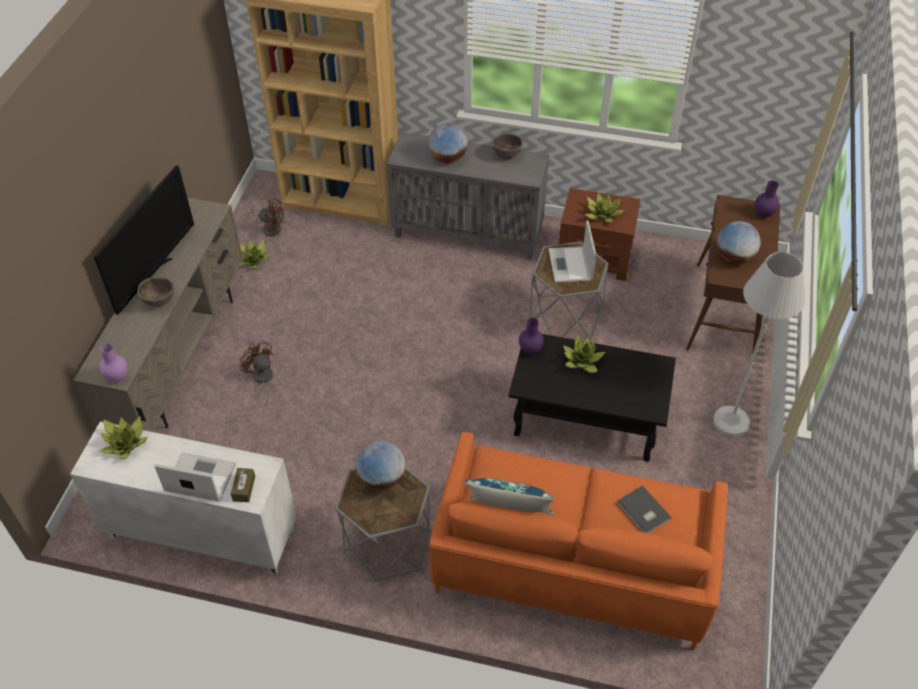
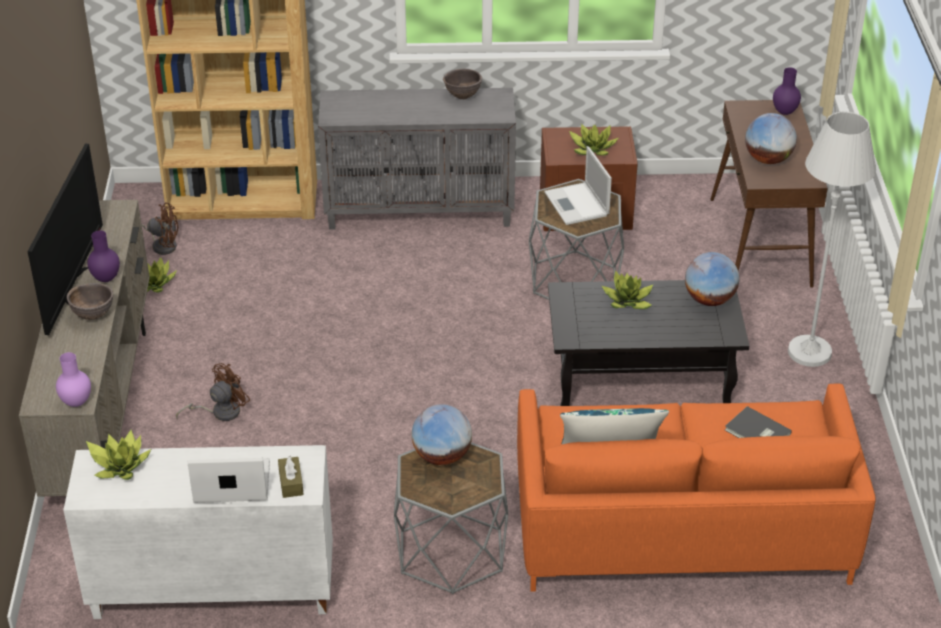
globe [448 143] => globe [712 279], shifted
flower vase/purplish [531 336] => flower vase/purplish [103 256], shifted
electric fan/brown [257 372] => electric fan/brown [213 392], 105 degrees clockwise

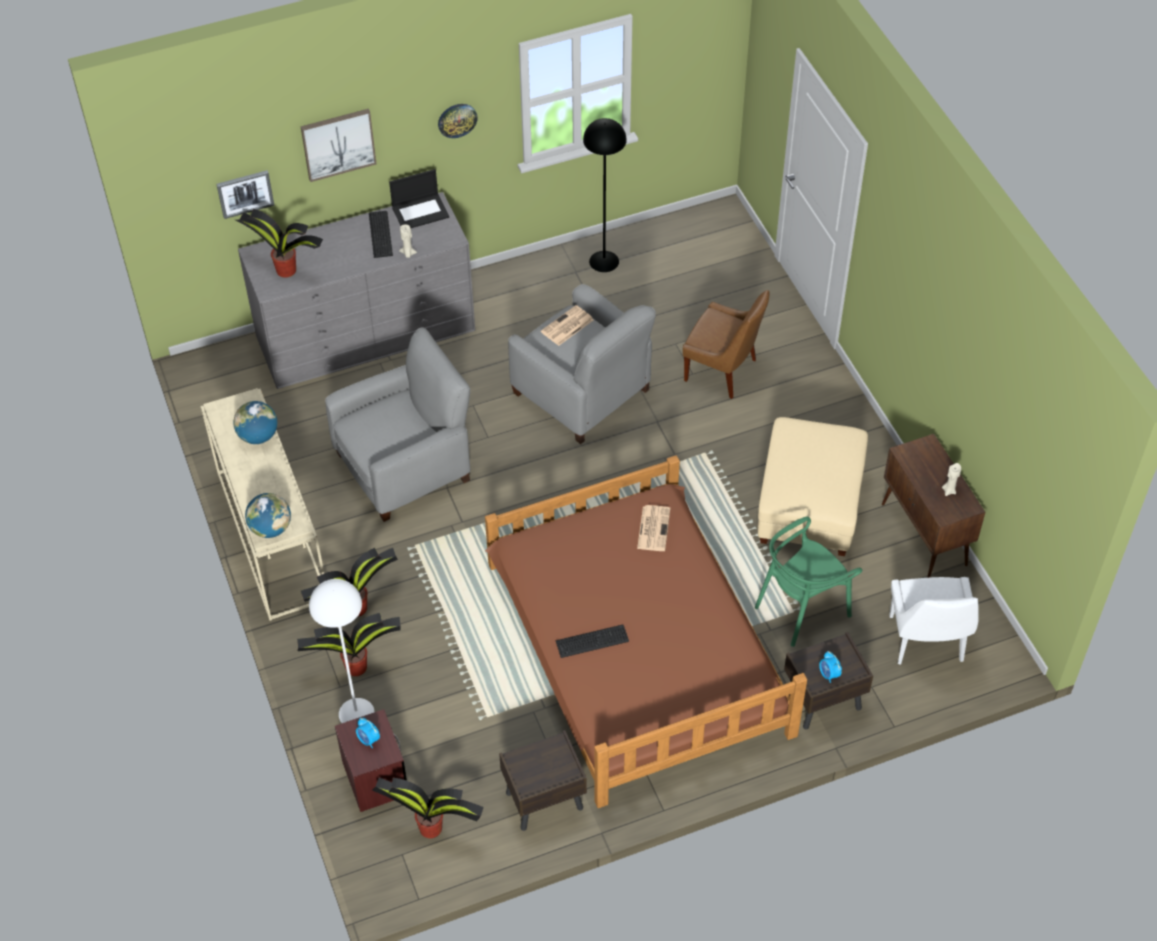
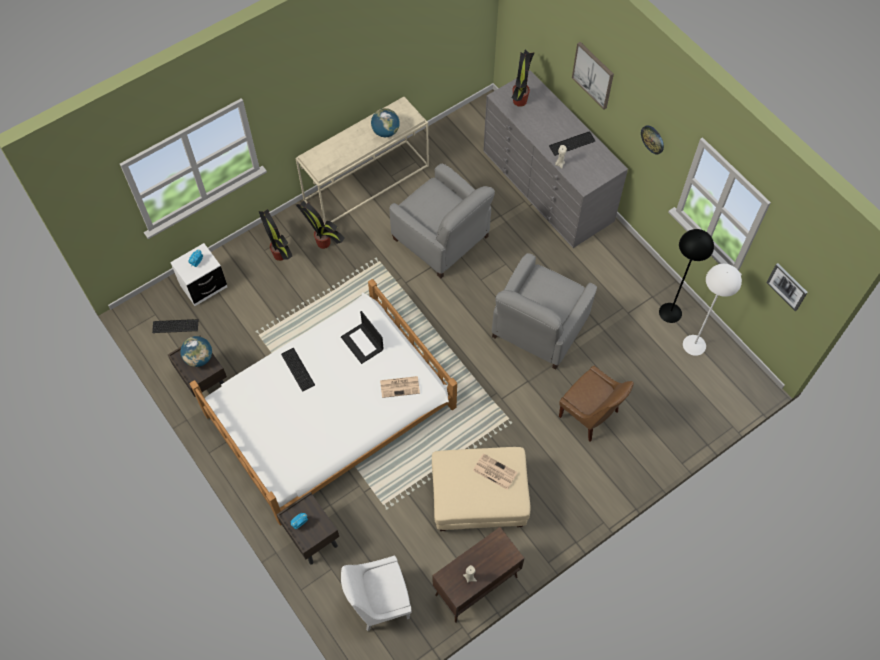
upright chair/green [808 582] => nothing
wall picture [245 194] => wall picture [787 287], shifted
globe [268 515] => globe [196 351], shifted
standing lamp/white-coloured [342 651] => standing lamp/white-coloured [712 310], shifted
laptop [419 198] => laptop [362 337], shifted
newspaper [567 325] => newspaper [495 471], shifted
plant in a pot [428 807] => computer keyboard [175 326]
bedside table/brown [371 760] => bedside table/white-coloured [198 274]
bed/brown [646 631] => bed/white-coloured [323 402]
upright chair/brown [726 344] => upright chair/brown [596 404], 60 degrees counterclockwise

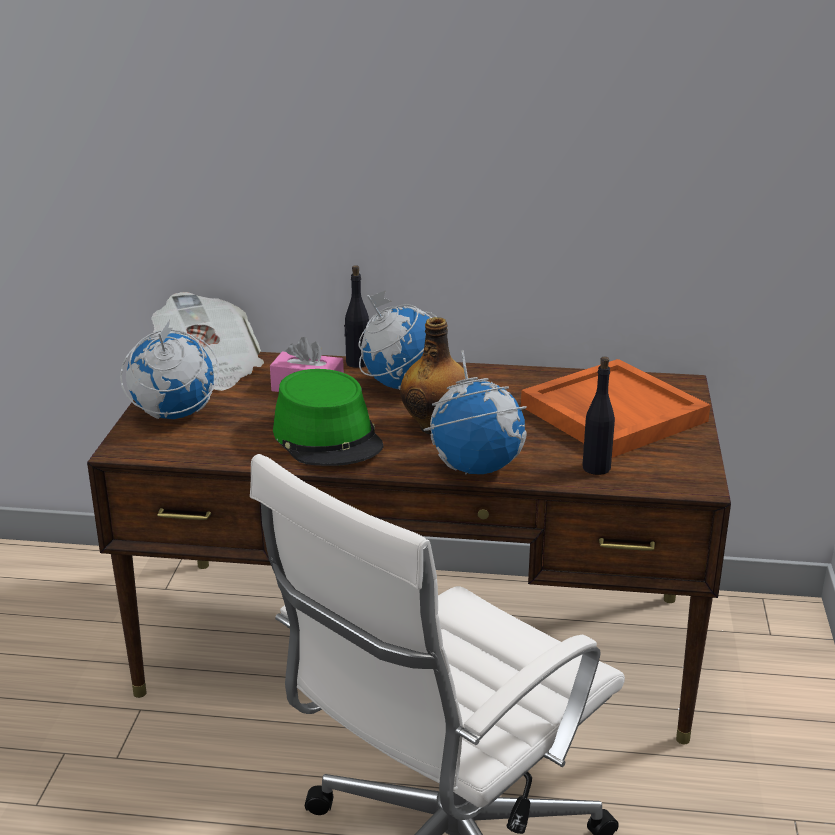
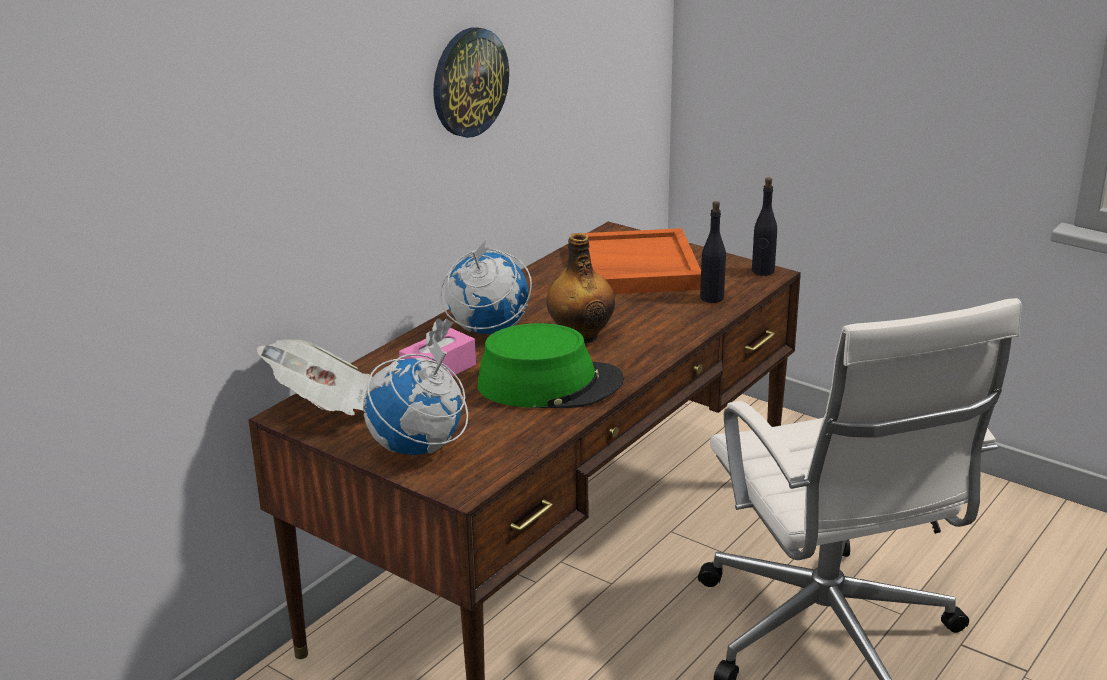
globe [475 412] => nothing
nothing => hanging clock [471 83]
drink bottle/black-coloured [356 316] => drink bottle/black-coloured [764 227], shifted

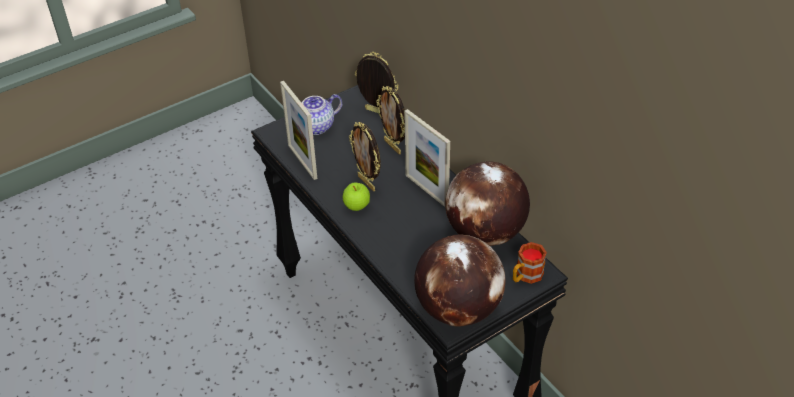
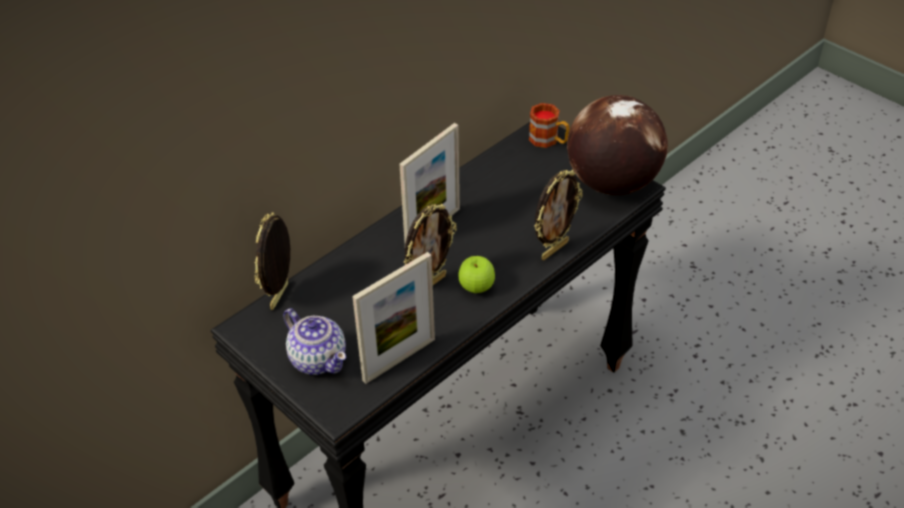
globe [487 203] => nothing
picture frame [390 120] => picture frame [558 215], shifted

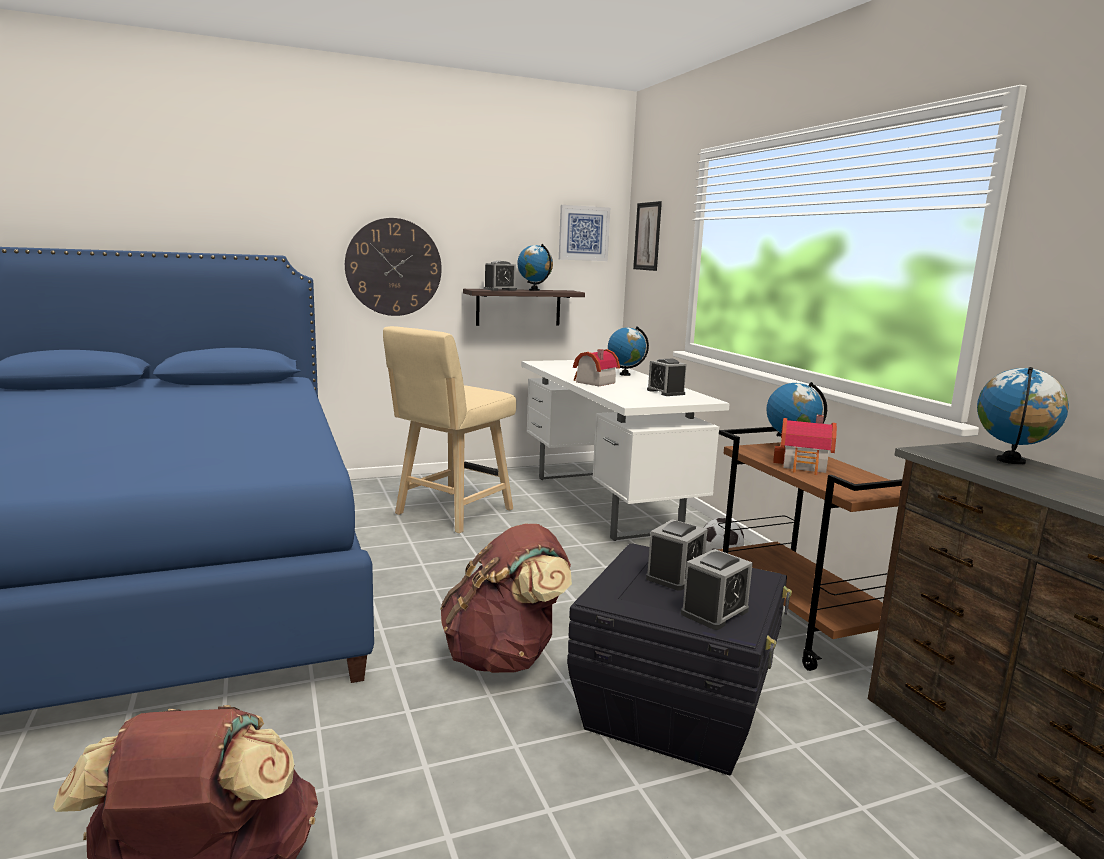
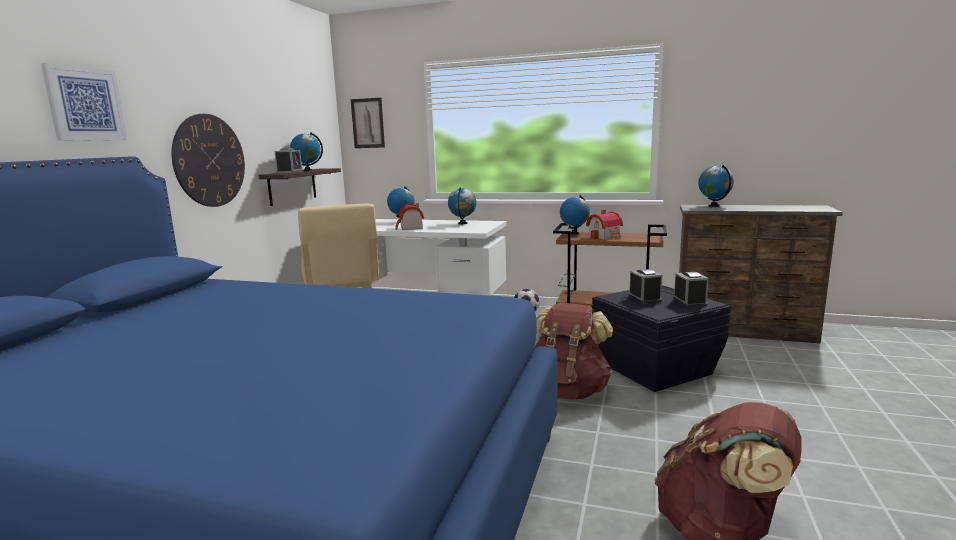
wall picture [584 233] => wall picture [84 102], shifted
table clock [667 377] => globe [462 206]

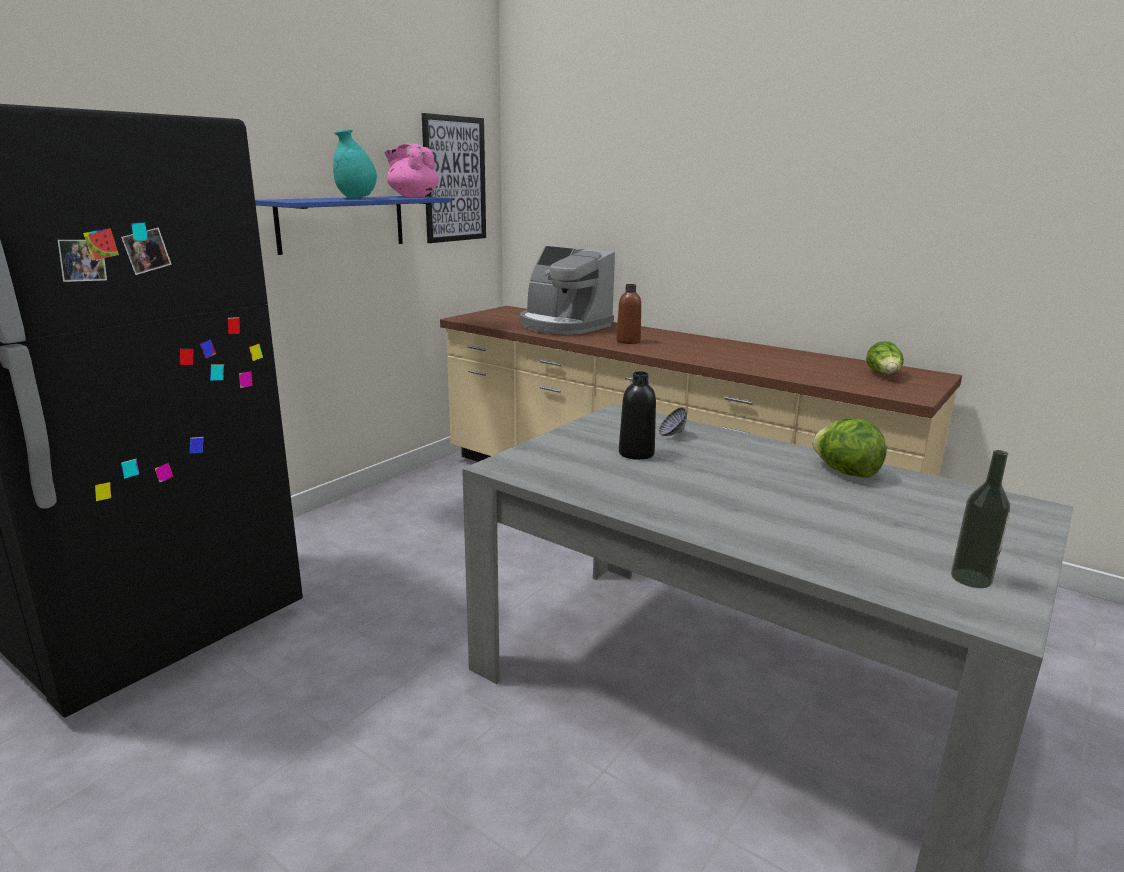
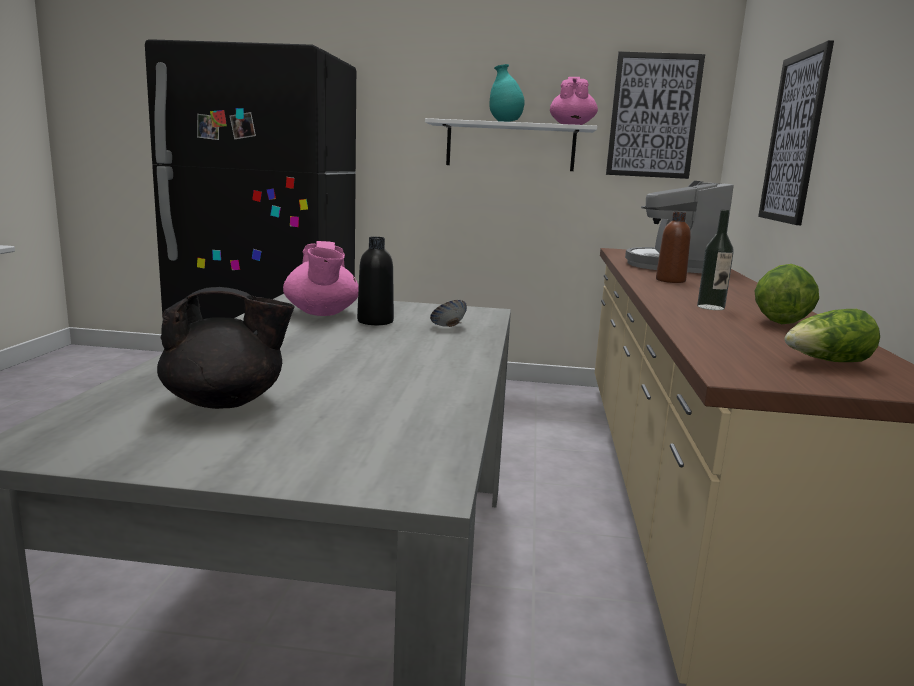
nothing => pot for tea/black-coloured [226 348]
nothing => pot for tea/pink-coloured [321 278]
nothing => wall picture [796 132]
lettuce head [849 448] => lettuce head [787 294], shifted
drink bottle [980 519] => drink bottle [715 260], shifted
wall shelf/bluish [353 225] => wall shelf/white-coloured [511 144]

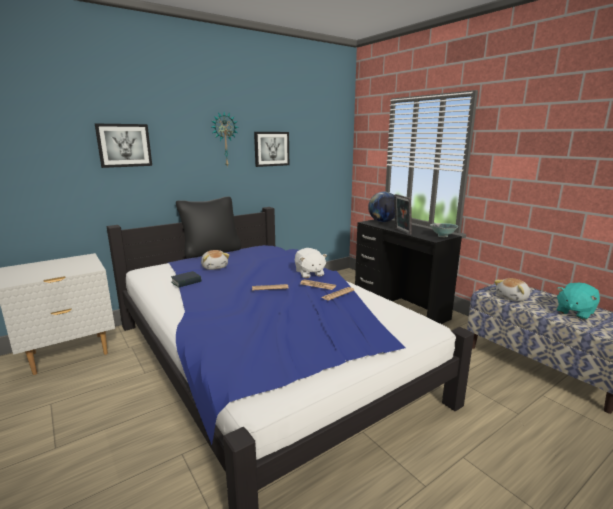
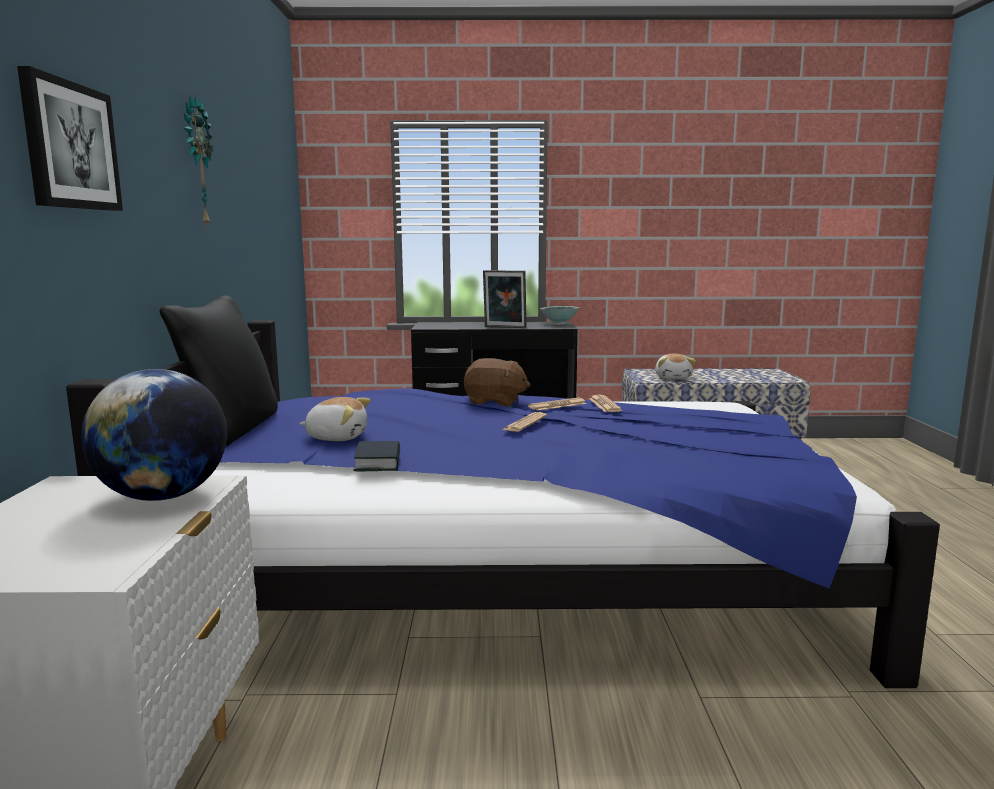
wall picture [271 149] => nothing
soft toy/blue-green [578 301] => nothing
globe [381 207] => globe [154 435], shifted
soft toy/white-coloured [311 263] => soft toy/brown [497 382]

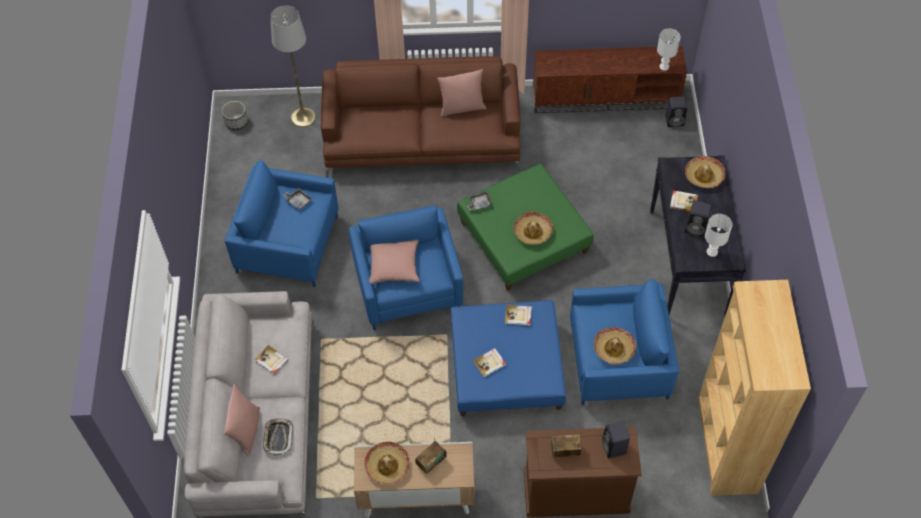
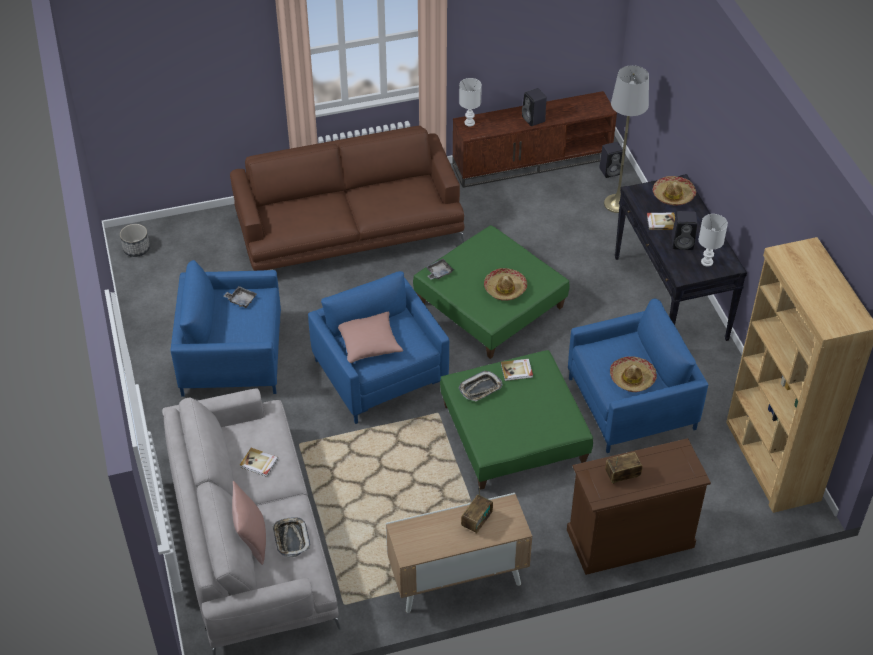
hat [387 463] => nothing
pillow/pink-coloured [461 92] => nothing
bound book [489 362] => nothing
nothing => tray [480 386]
standing lamp/grey [293 66] => standing lamp/grey [626 139], shifted
speaker/black-coloured [616 439] => speaker/black-coloured [534 107], shifted
tabletop lamp/white-coloured [669 50] => tabletop lamp/white-coloured [470 102], shifted
pouffe/bluish [508 358] => pouffe/green [516 420]

